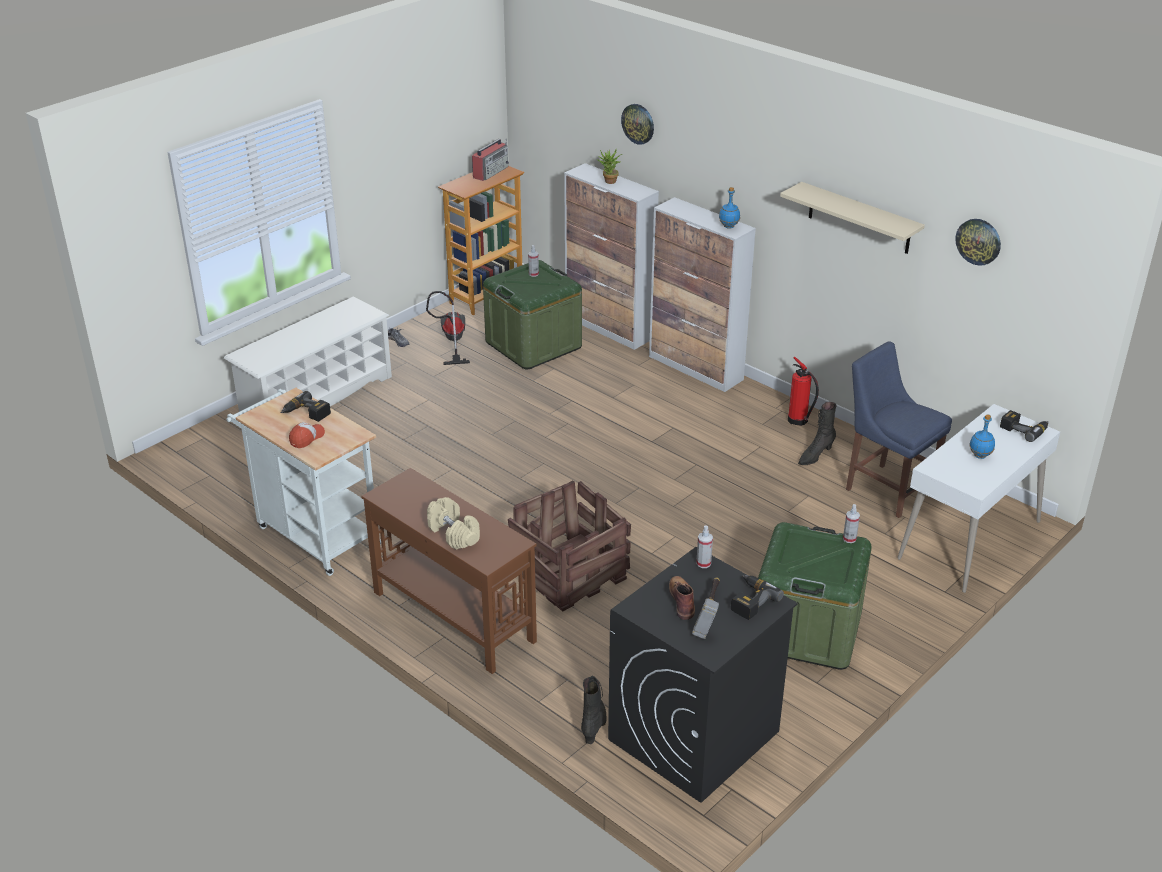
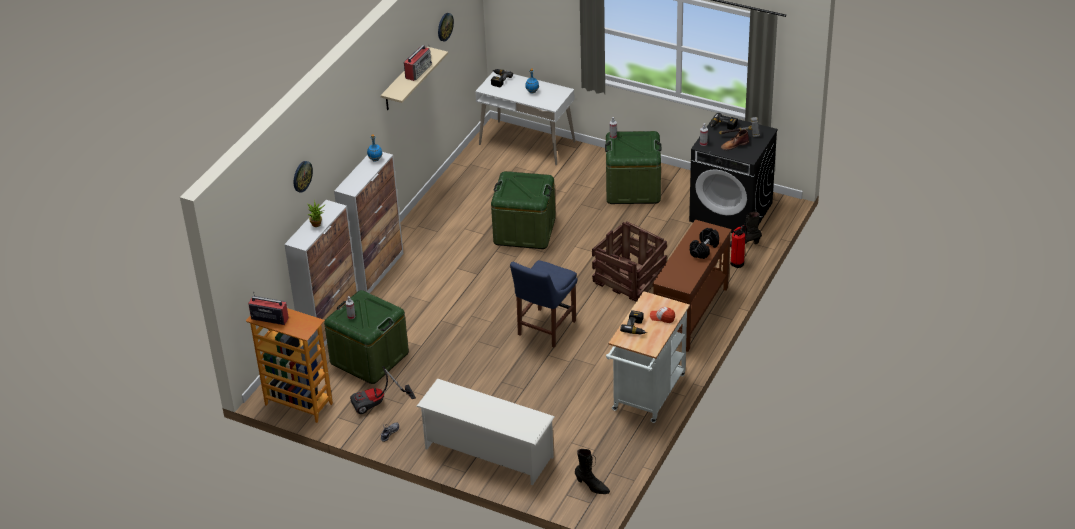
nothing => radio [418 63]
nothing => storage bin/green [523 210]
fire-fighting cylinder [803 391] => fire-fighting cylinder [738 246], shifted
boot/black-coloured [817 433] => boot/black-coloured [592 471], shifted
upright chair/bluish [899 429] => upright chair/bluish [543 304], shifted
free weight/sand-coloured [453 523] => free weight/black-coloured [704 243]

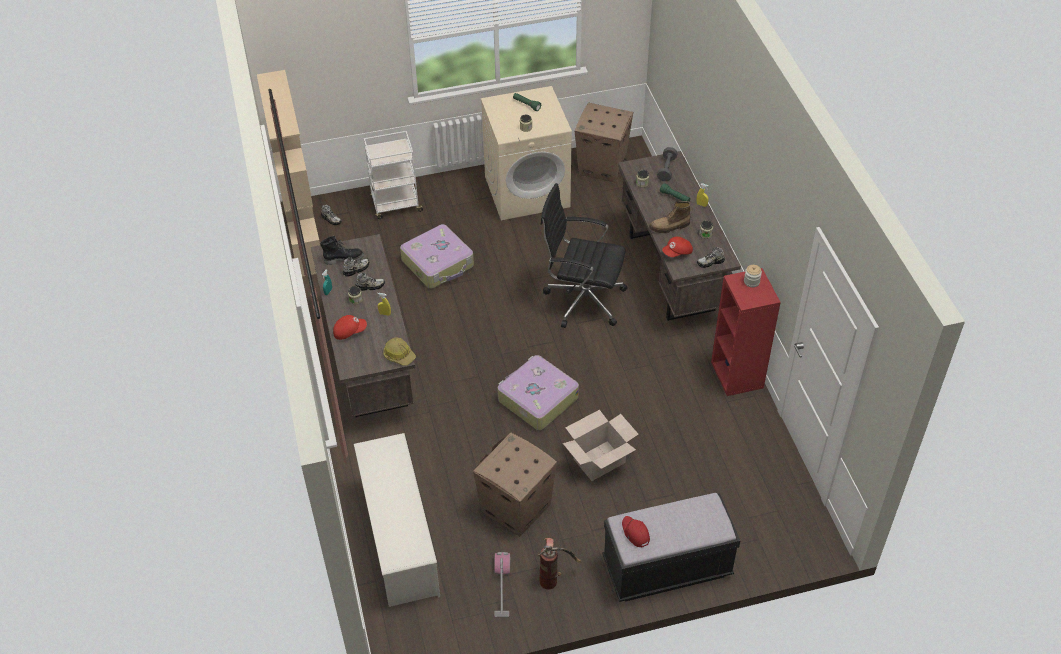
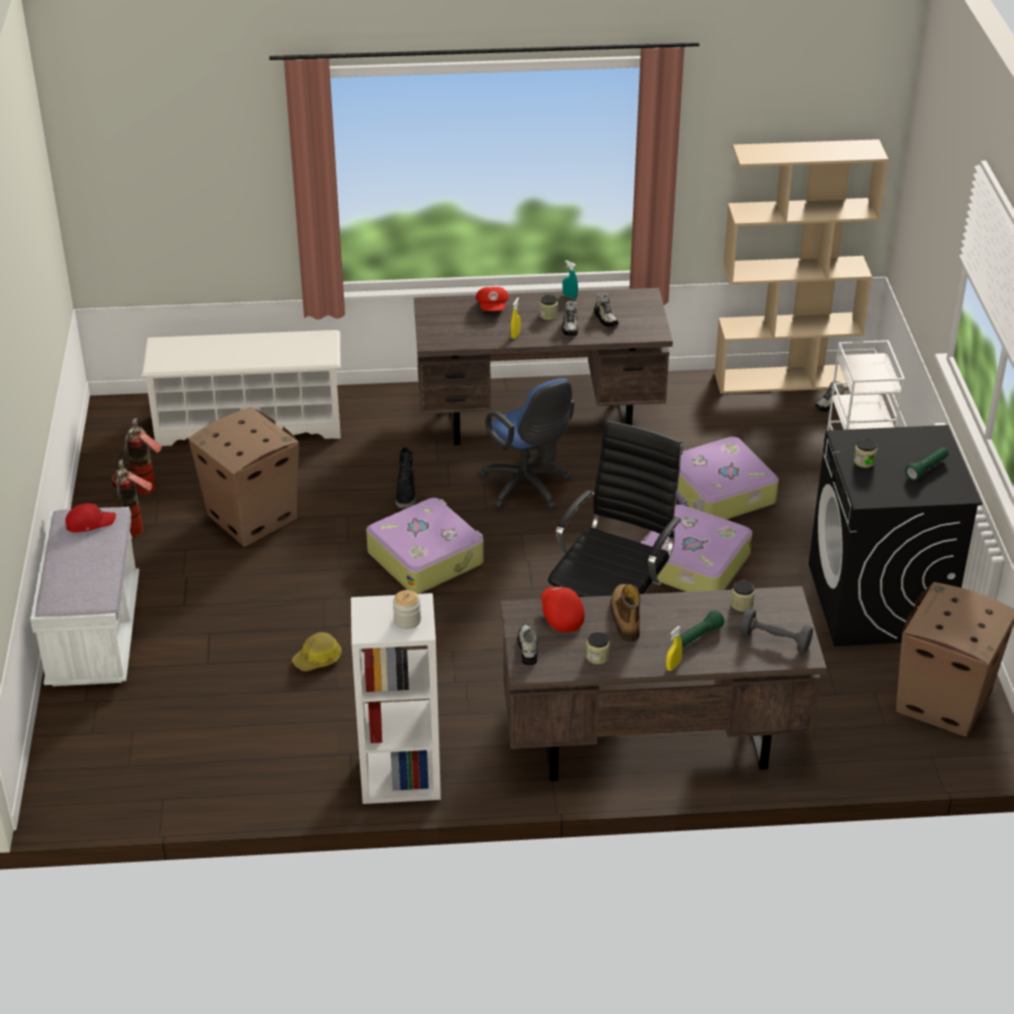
carton [600 445] => nothing
nothing => computer chair/bluish [526 444]
nothing => suitcase [696 548]
boot/black-coloured [342 250] => boot/black-coloured [406 478], shifted
work helmet [400 352] => work helmet [317 651], shifted
vacuum cleaner [502 584] => fire-fighting cylinder [143 456]
laundry appliance/sand-coloured [526 153] => laundry appliance/black-coloured [895 535]
bench/black-coloured [671 547] => bench/white-coloured [84 596]
bookcase/reddish [746 332] => bookcase/white-coloured [396 698]

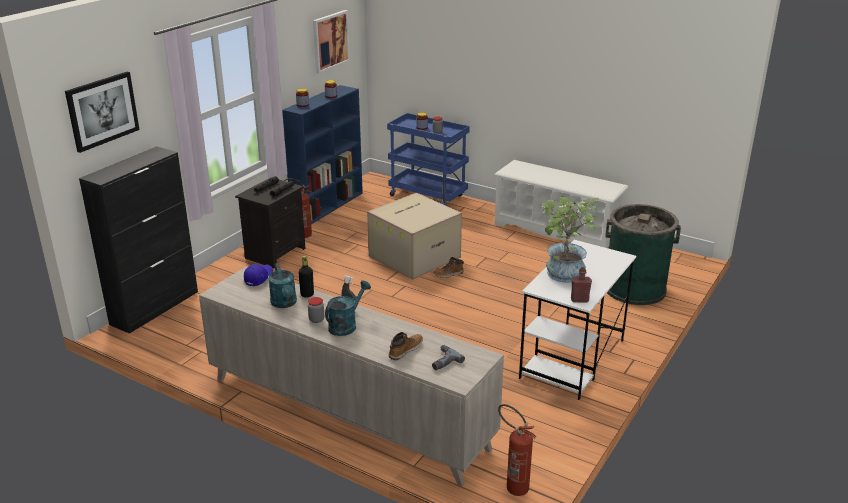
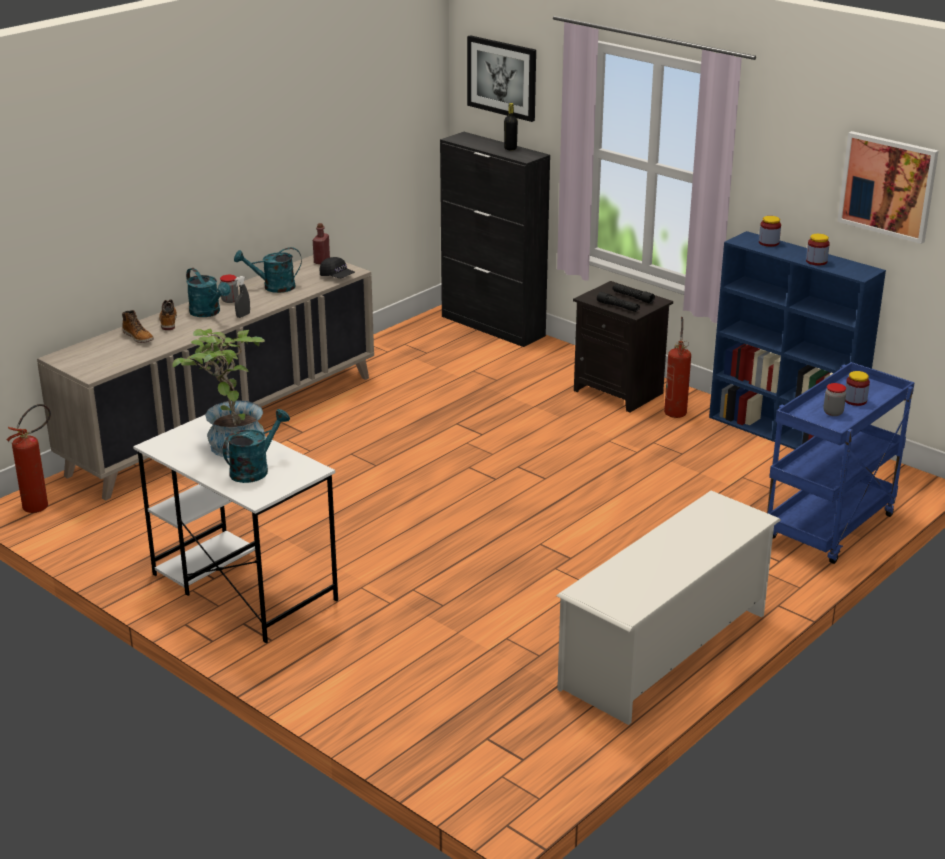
carton [414 236] => nothing
electric drill [448 357] => nothing
trash can/green [643 254] => nothing
nothing => watering pot/blue-green [256 446]
drink bottle/black-coloured [306 277] => drink bottle/black-coloured [511 126], shifted
boot [448 267] => boot [168 315], shifted
drink bottle/reddish [581 285] => drink bottle/reddish [321 243], shifted
cap/bluish [258 275] => cap/black-coloured [337 267]

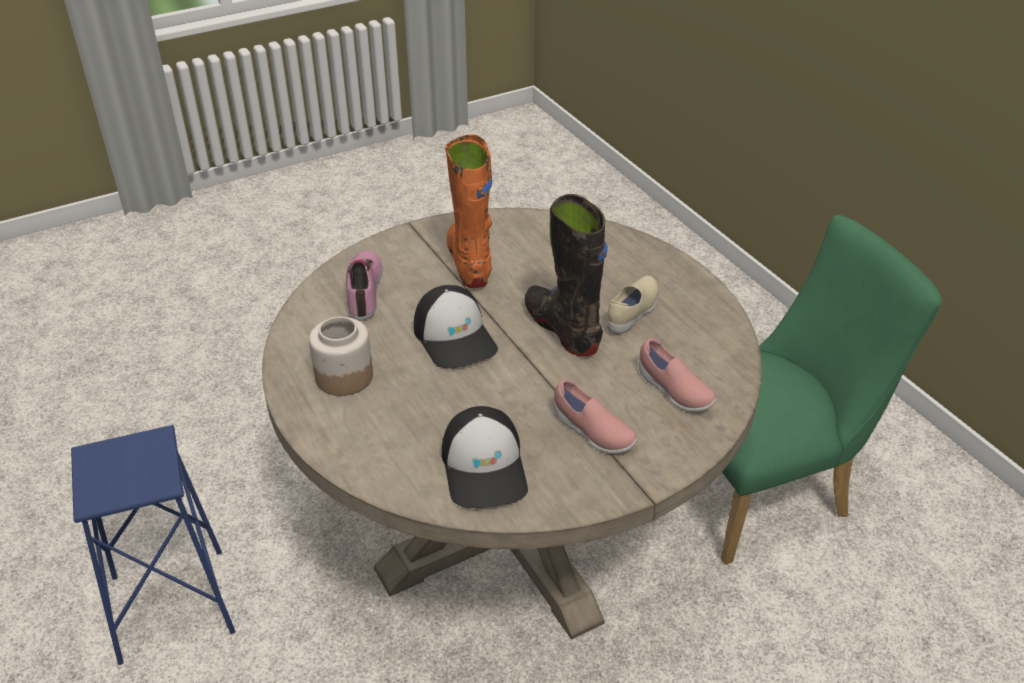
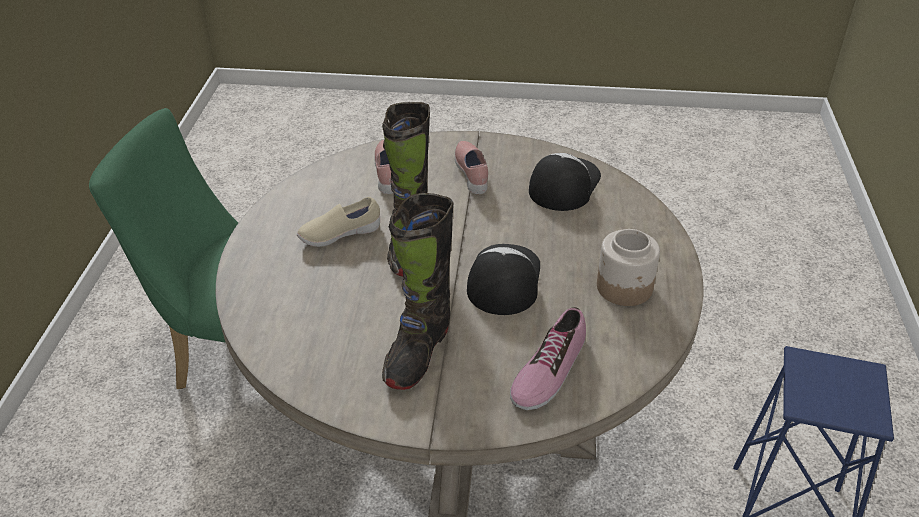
boot/orange-coloured [468 211] => boot/black-coloured [417 291]

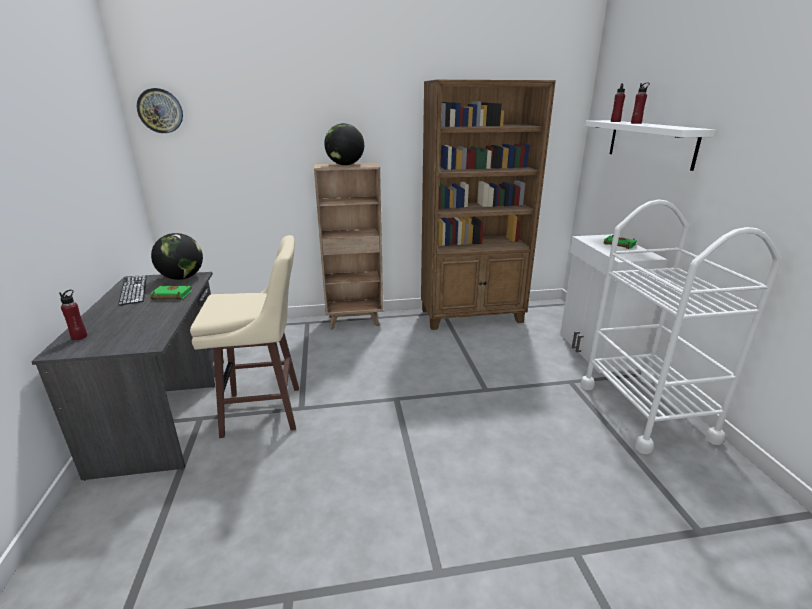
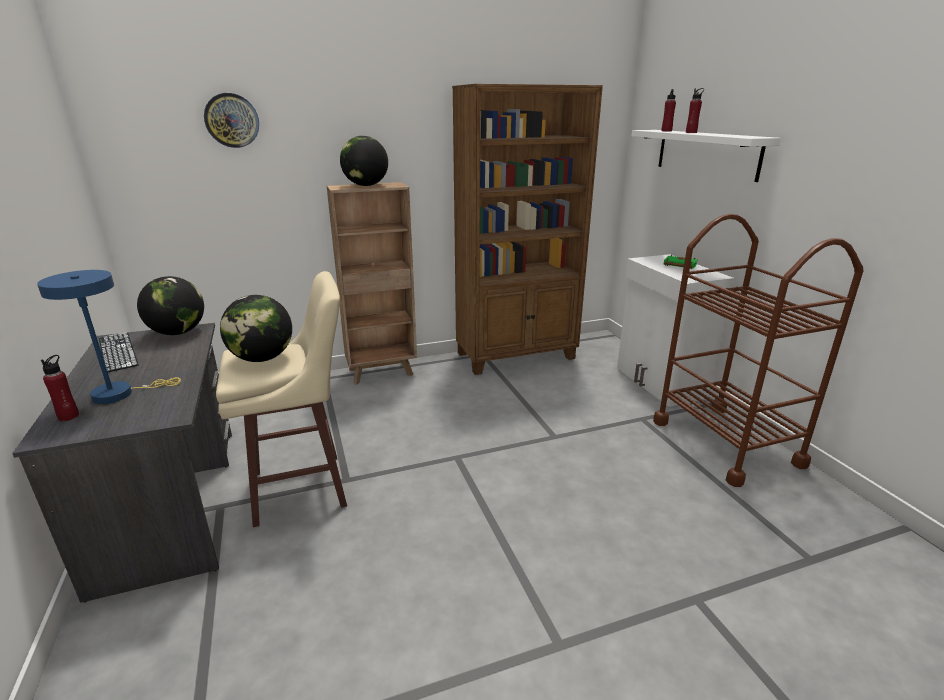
bound book/green [171 292] => nothing
nothing => tabletop lamp/bluish [109 337]
nothing => globe [256 328]
hanging clock [160 110] => hanging clock [231 120], shifted
cart/white-coloured [681 327] => cart/brown [758 350]

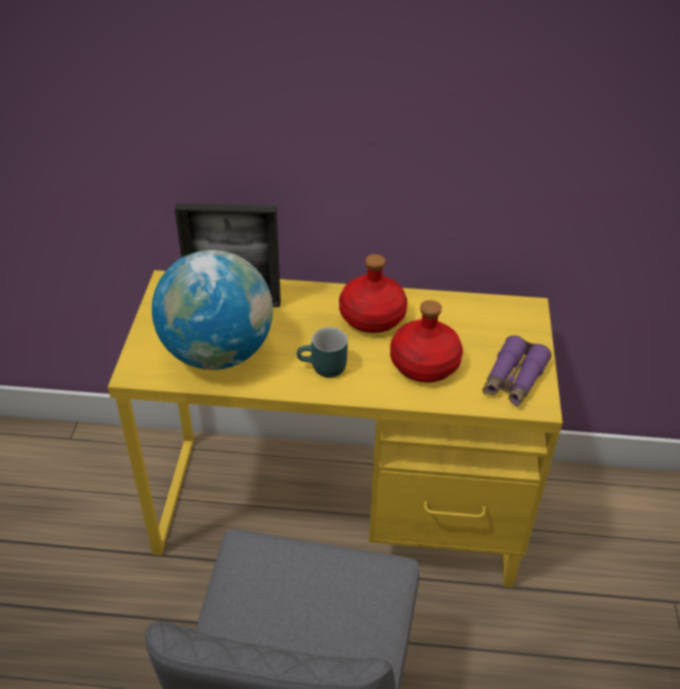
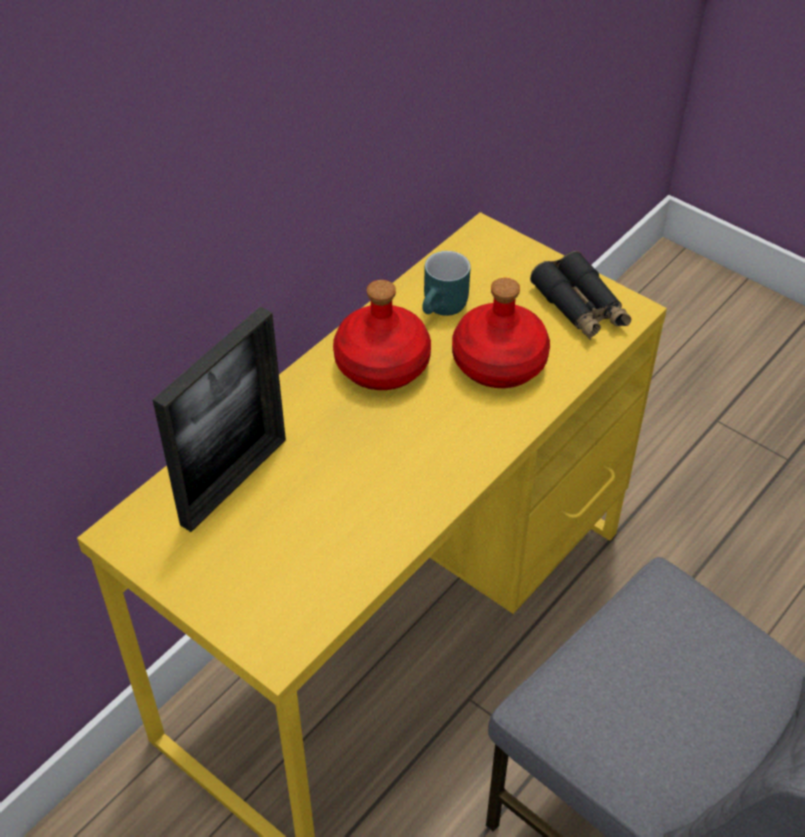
globe [212 310] => nothing
tea mug/blue-green [322 352] => tea mug/blue-green [446 283], shifted
field glasses/purplish [516 371] => field glasses/black-coloured [580 295]

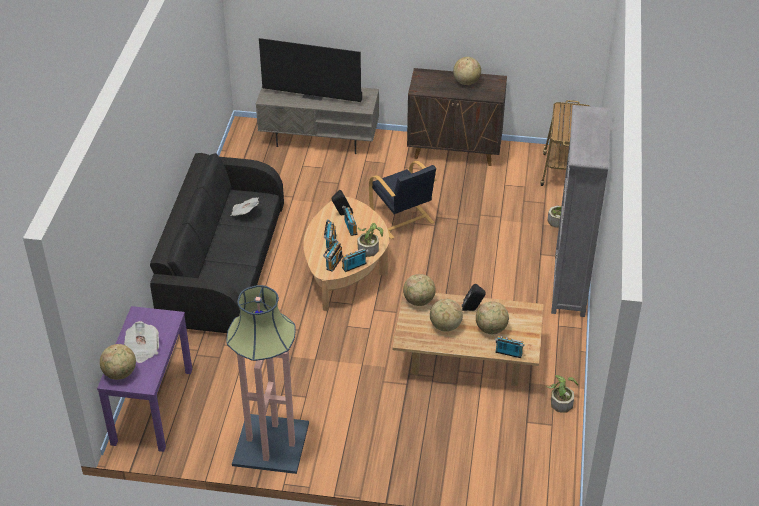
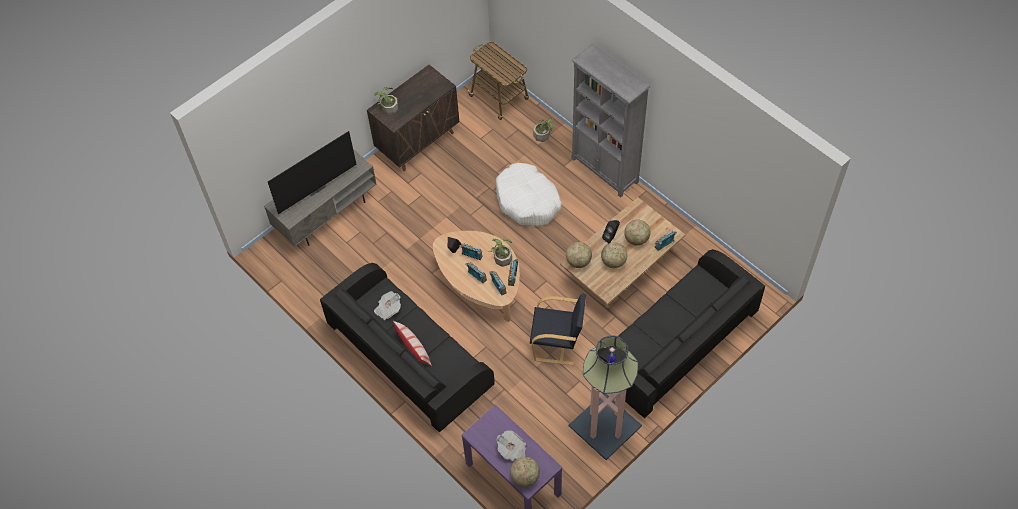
globe [467 71] => nothing
nothing => pillow [412 343]
nothing => dog cushion/white-coloured [529 194]
nothing => settee/black-coloured [681 333]
lounge chair/black-coloured [403 200] => lounge chair/black-coloured [558 329], shifted
plant in a pot [562 394] => plant in a pot [386 101], shifted

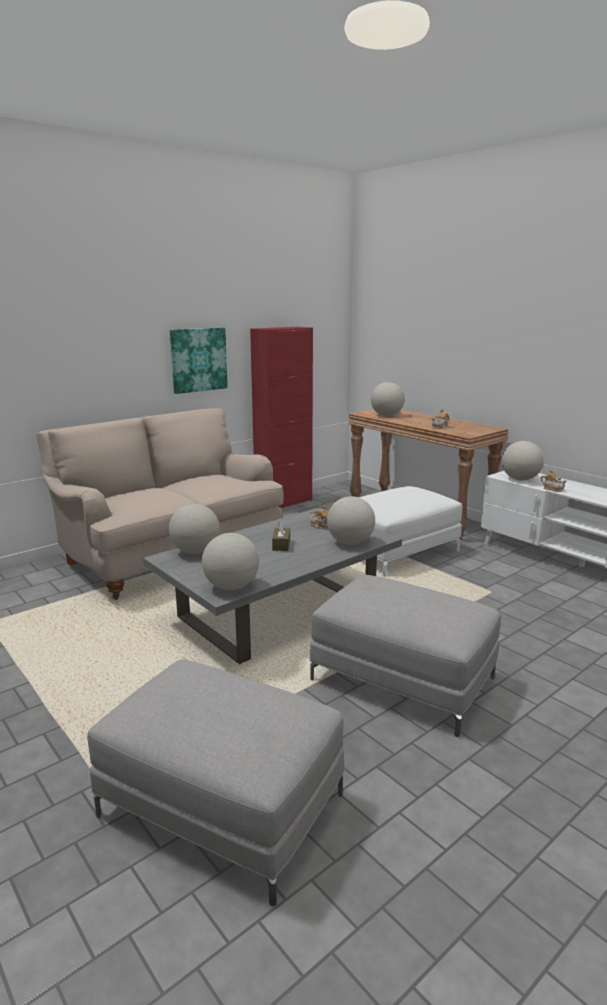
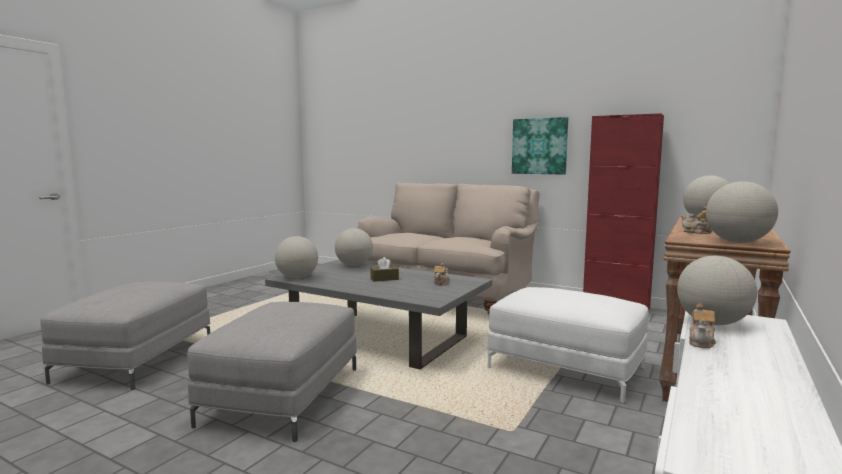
globe [351 520] => globe [742 212], shifted

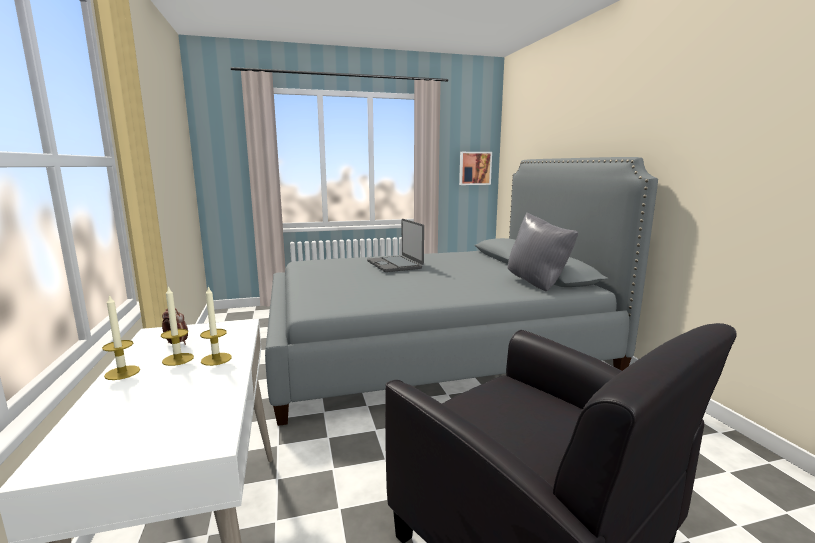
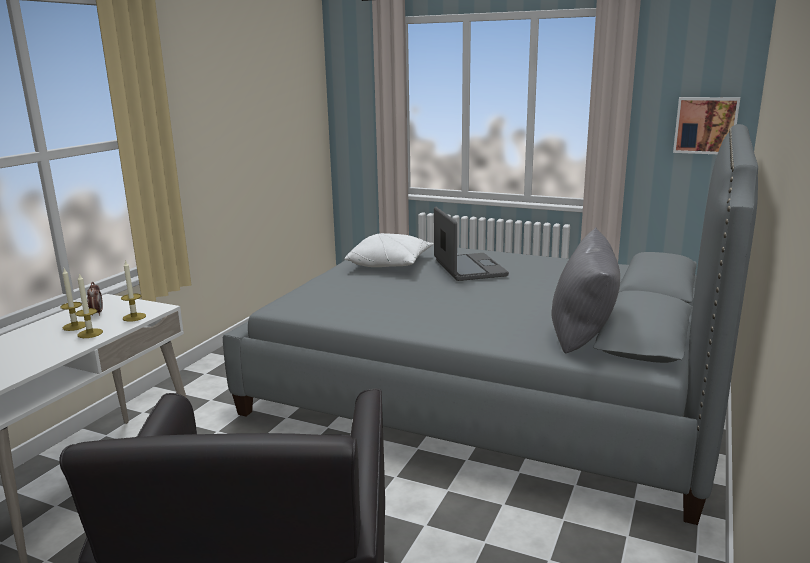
nothing => pillow/white-coloured [389 250]
wax candle [121 337] => wax candle [133 291], shifted
laptop [395 245] => laptop [471 244], 150 degrees clockwise

